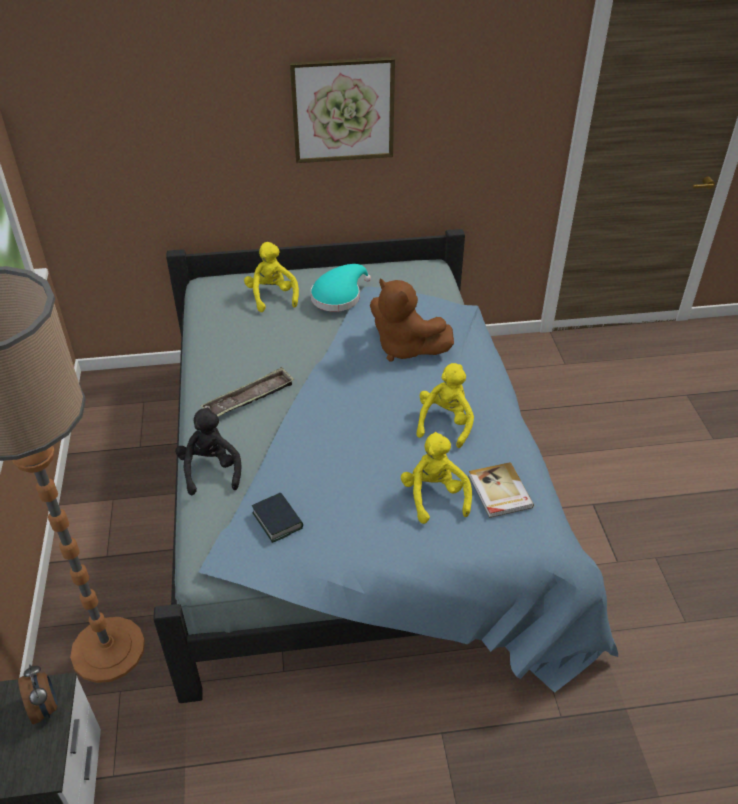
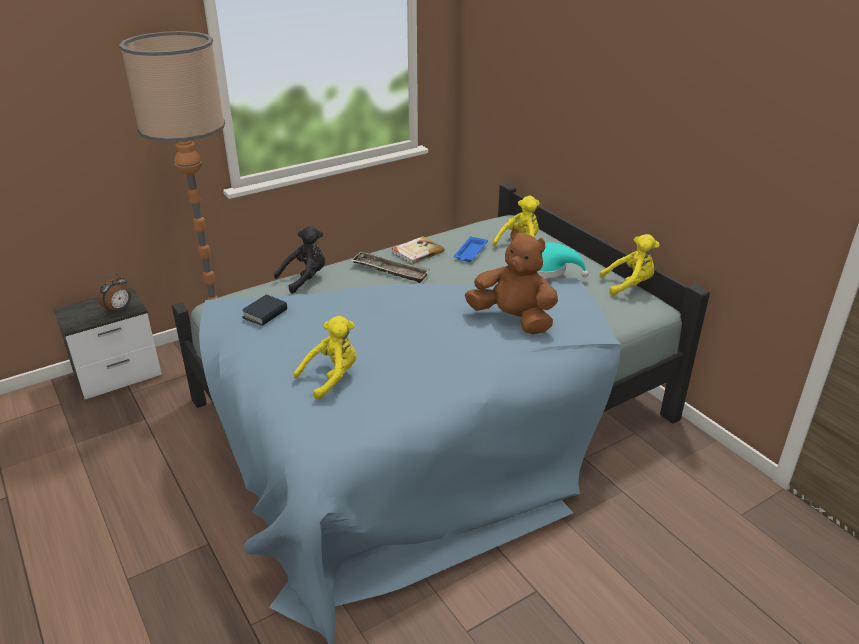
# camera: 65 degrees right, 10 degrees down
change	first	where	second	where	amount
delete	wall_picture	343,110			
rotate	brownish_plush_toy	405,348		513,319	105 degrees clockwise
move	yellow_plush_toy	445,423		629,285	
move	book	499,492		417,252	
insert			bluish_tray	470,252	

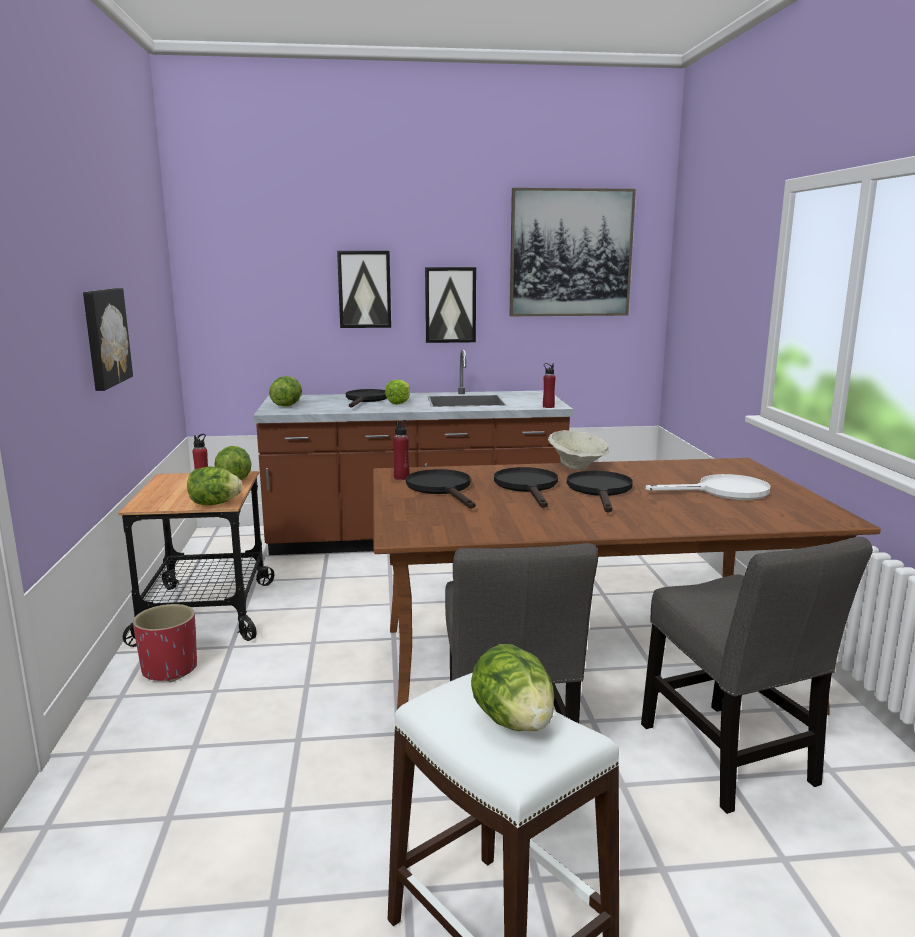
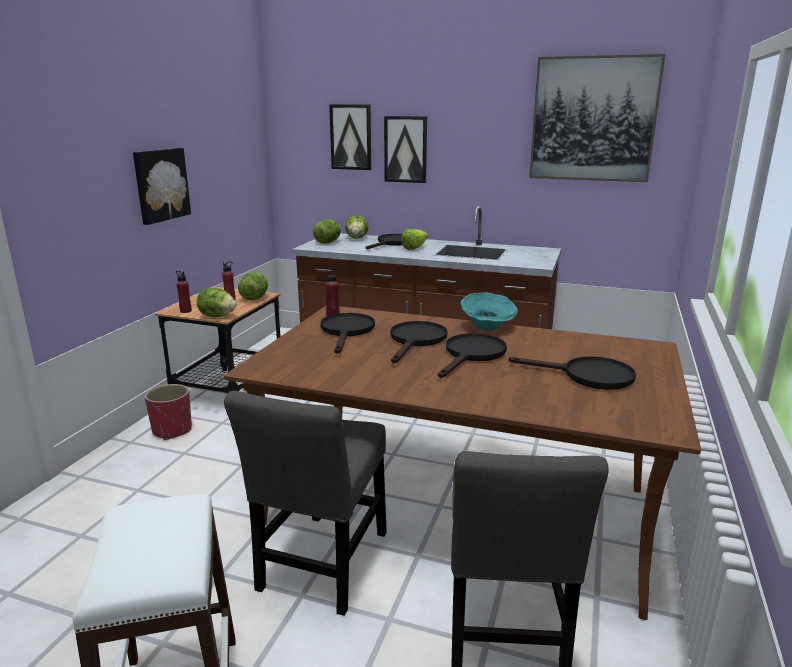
# camera: 25 degrees right, 5 degrees up
change	first	where	second	where	amount
move	wall_picture	450,305		351,137	
move	lettuce_head	514,721		357,238	
move	reddish_bottle	548,406		185,311	
recolor	beige_deep_dish	577,467	turquoise-coloured_deep_dish	487,328	
recolor	whitish_skillet	723,492	blackish_skillet	588,376	

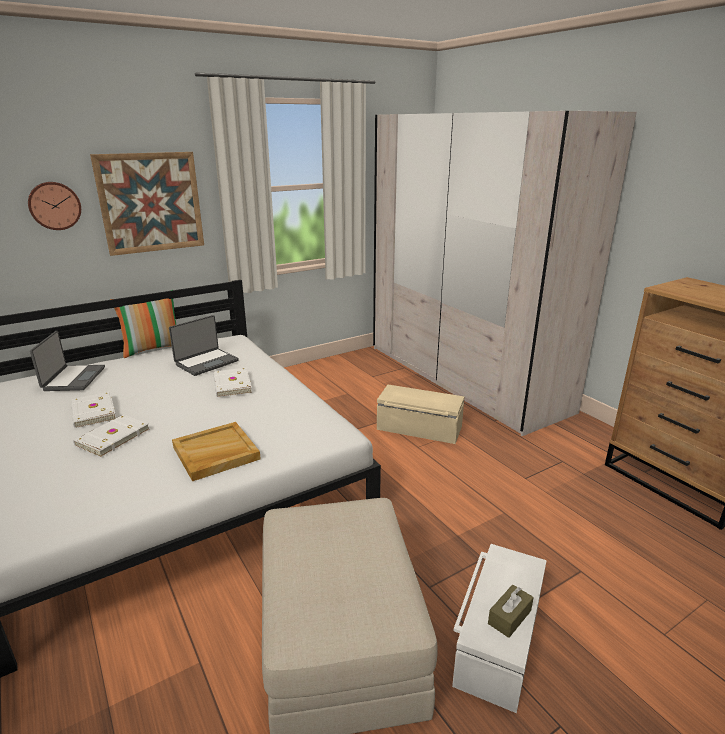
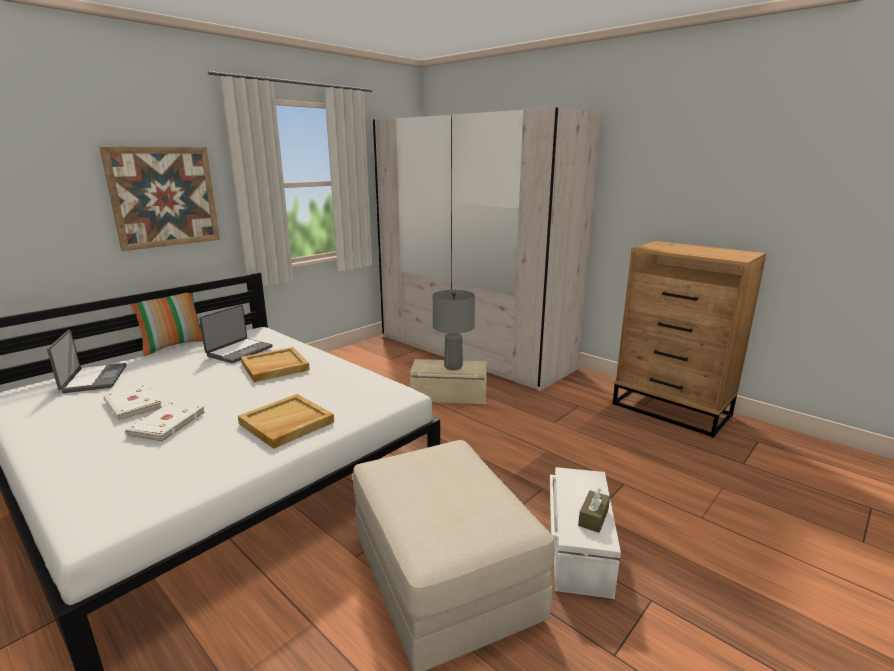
# camera: 15 degrees left, 5 degrees down
change	first	where	second	where	amount
delete	wall_clock	54,205			
replace	whitish_book	231,385	beige_tray	274,367	
insert			greyish_lamp_for_a_table	453,366	

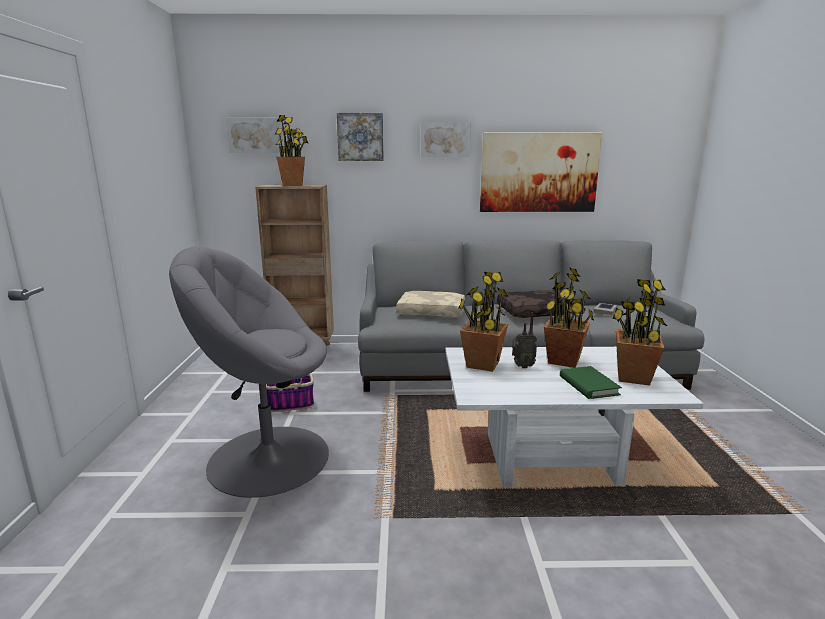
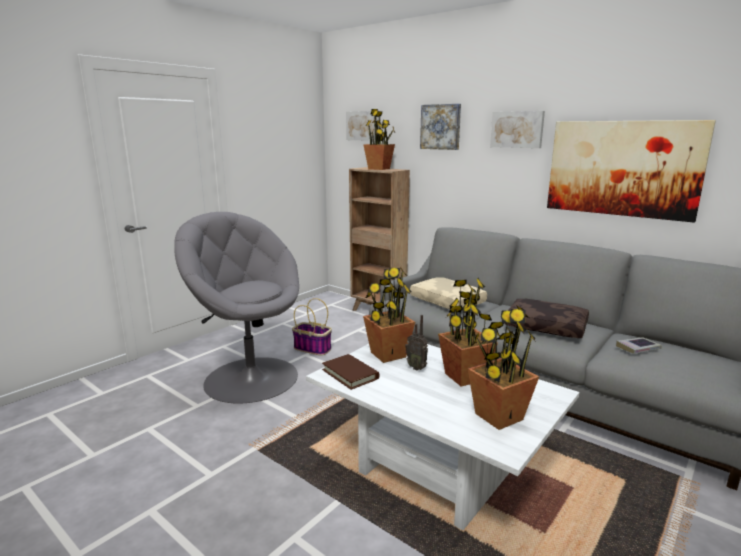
# camera: 40 degrees right, 0 degrees up
change	first	where	second	where	amount
delete	green-coloured_book	588,385			
insert			brownish_book	350,374	

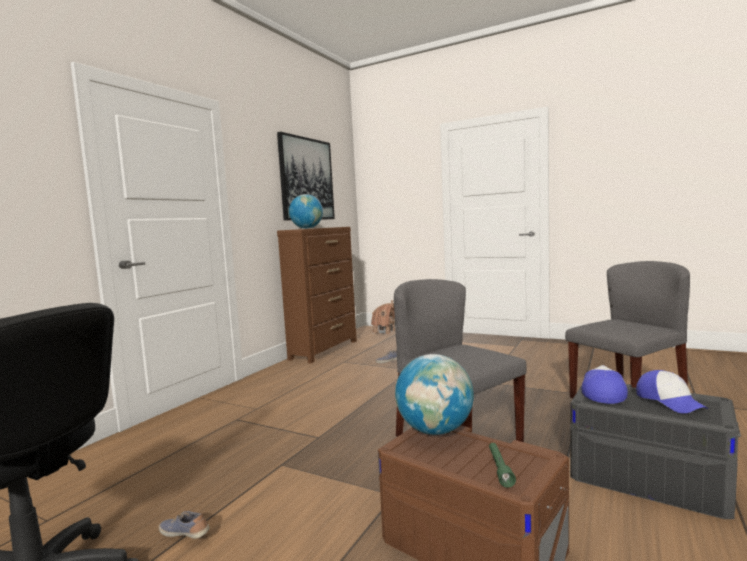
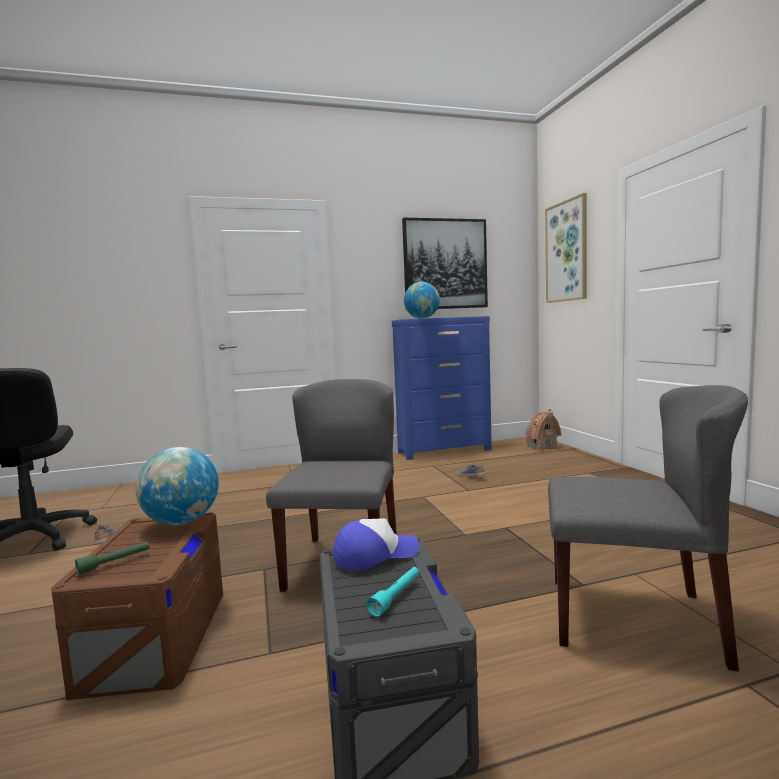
# camera: 45 degrees right, 0 degrees up
change	first	where	second	where	amount
recolor	brownish_chest_of_drawers	324,350	bluish_chest_of_drawers	445,451	
replace	peaked_cap	669,401	turquoise-coloured_flashlight	396,596	
insert			wall_picture	567,251	

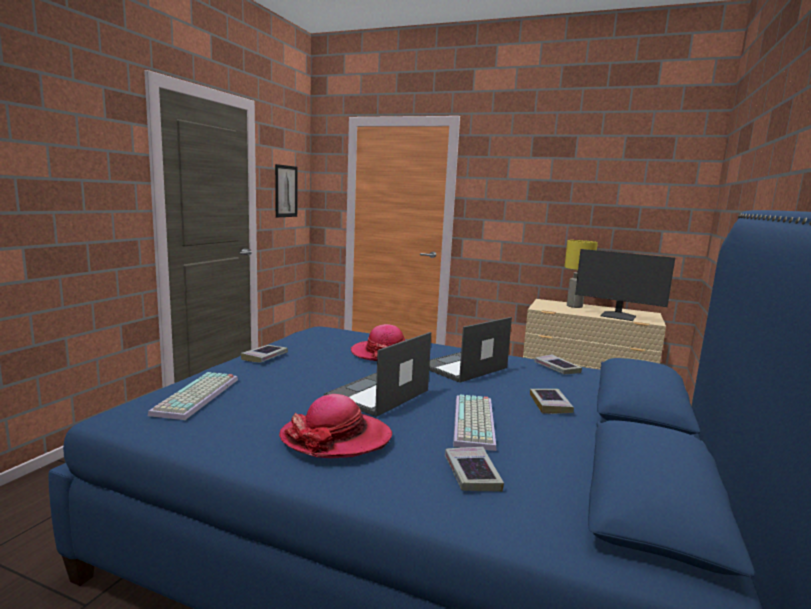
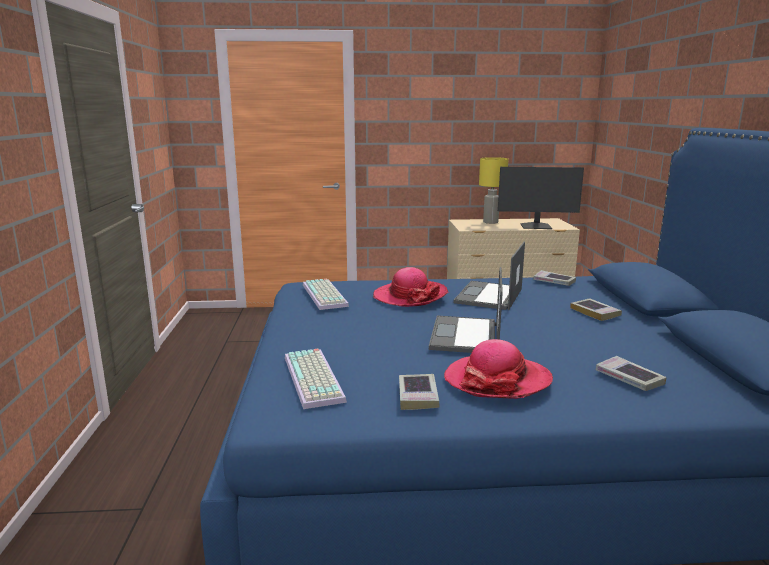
# camera: 25 degrees left, 5 degrees up
change	first	where	second	where	amount
move	book	265,357		418,396	
delete	wall_picture	286,191			
move	PC_keyboard	476,423		326,295	

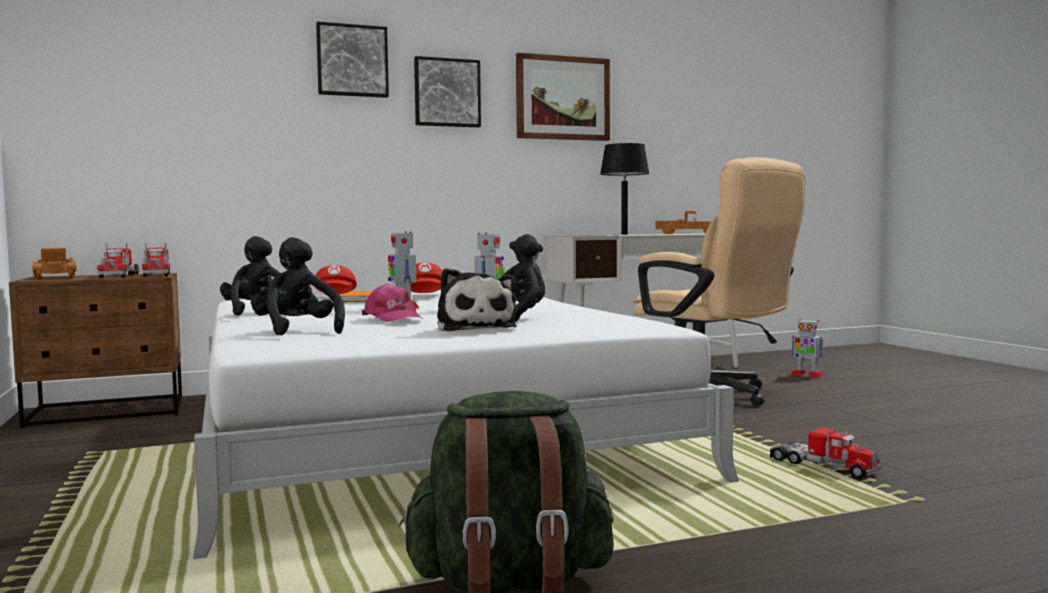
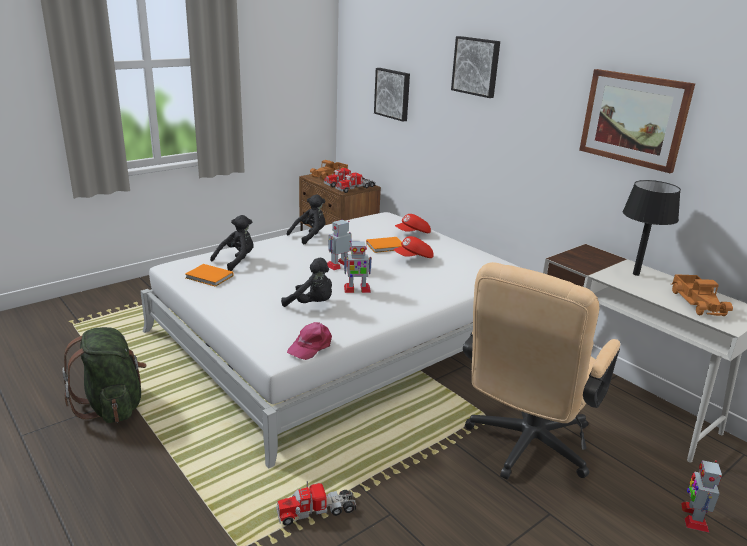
# camera: 70 degrees right, 20 degrees up
change	first	where	second	where	amount
move	pinkish_peaked_cap	392,318		310,346	
move	wall_picture	447,93		393,94	
delete	plush_toy	475,328			
rotate	toy_lorry	822,466		316,511	45 degrees clockwise
insert			orange-coloured_book	210,277	

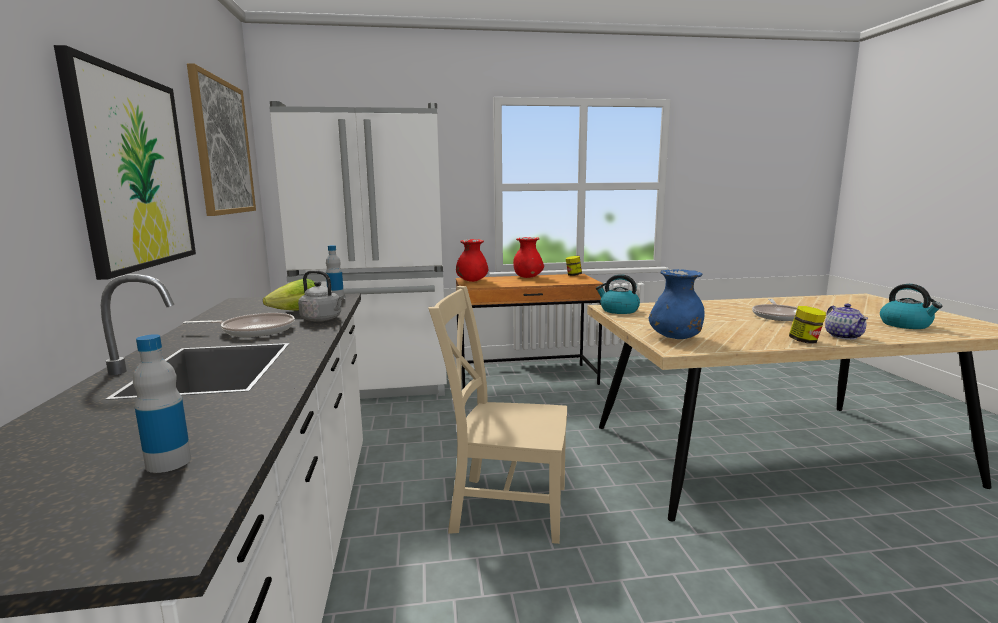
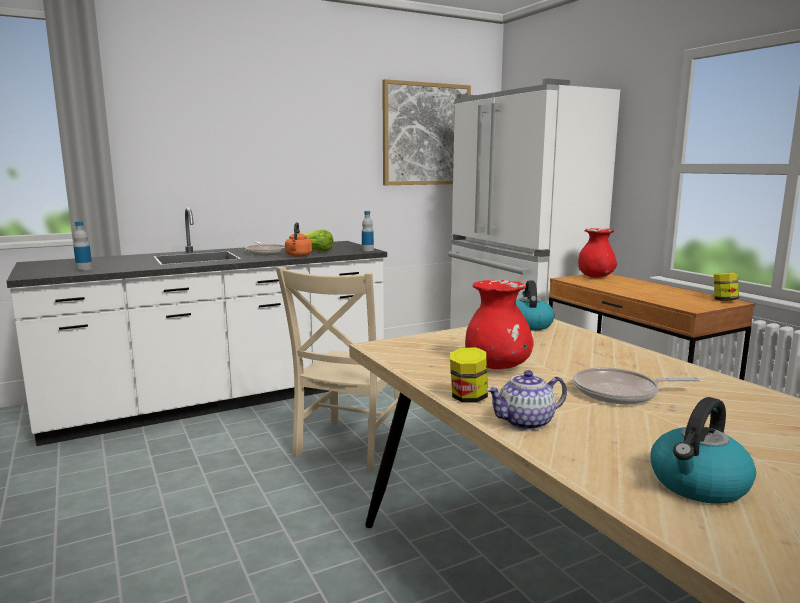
# camera: 70 degrees right, 0 degrees up
change	first	where	second	where	amount
delete	wall_picture	134,171			
recolor	greyish_kettle	323,319	orange-coloured_kettle	298,256	
rotate	beige_plain_chair	504,507		347,445	150 degrees counterclockwise
move	reddish_decorative_vase	528,277		498,367	
delete	bluish_decorative_vase	675,338			

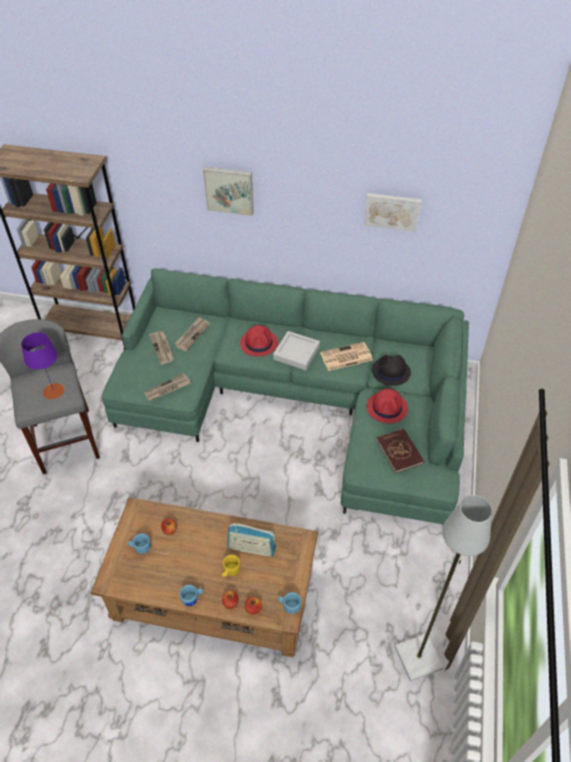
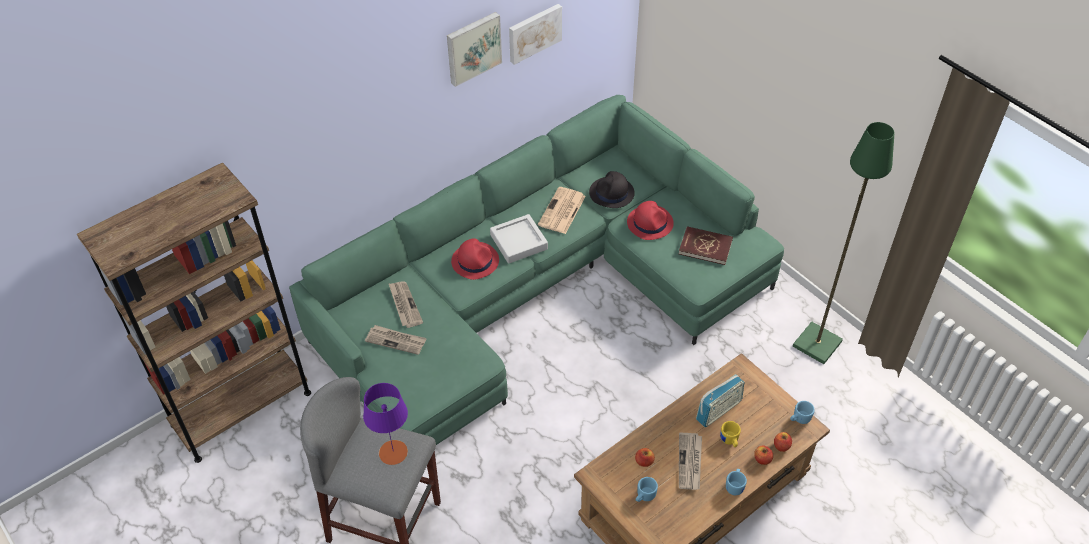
# camera: 50 degrees left, 0 degrees up
change	first	where	second	where	amount
move	newspaper	167,389		690,462	
move	wall_picture	229,190		473,47	
delete	greyish_standard_lamp	419,658			
insert			green-coloured_standard_lamp	817,345	

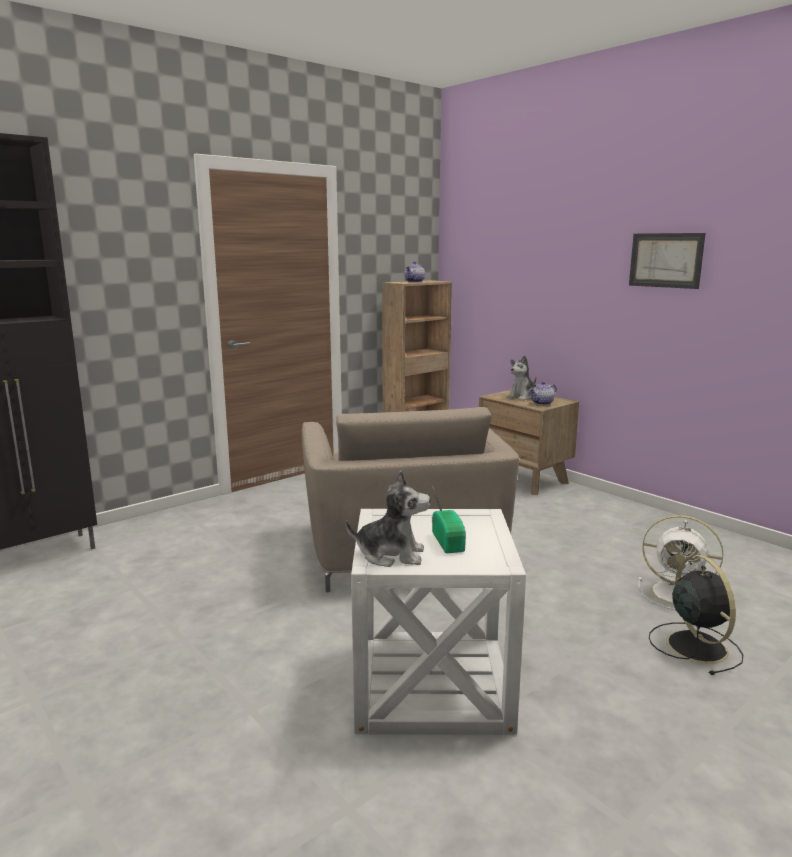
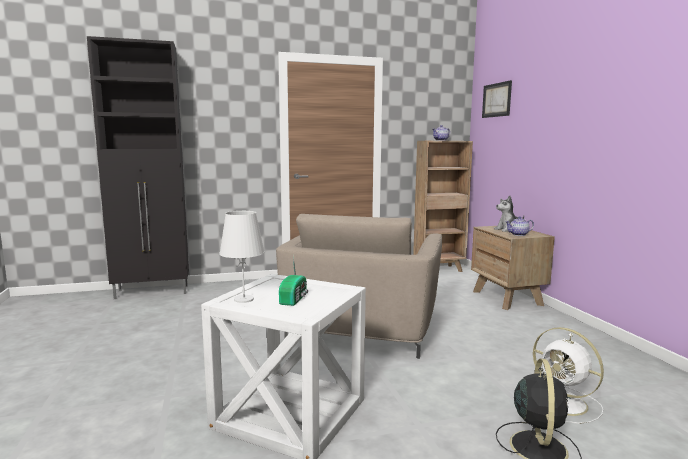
# camera: 25 degrees right, 5 degrees down
change	first	where	second	where	amount
replace	plush_toy	391,555	whitish_lamp_for_a_table	244,299	
move	wall_picture	666,260		496,100	

